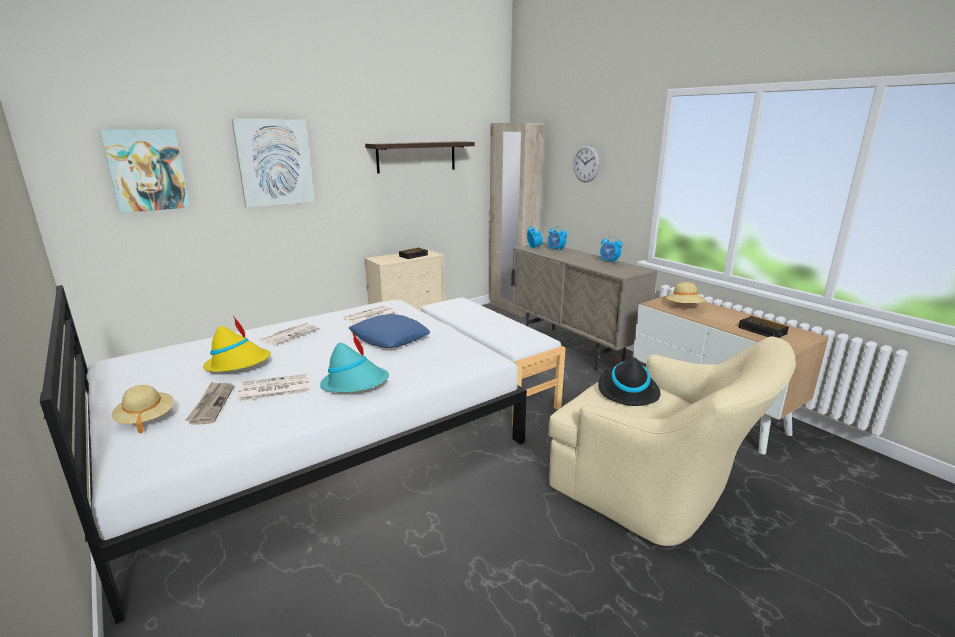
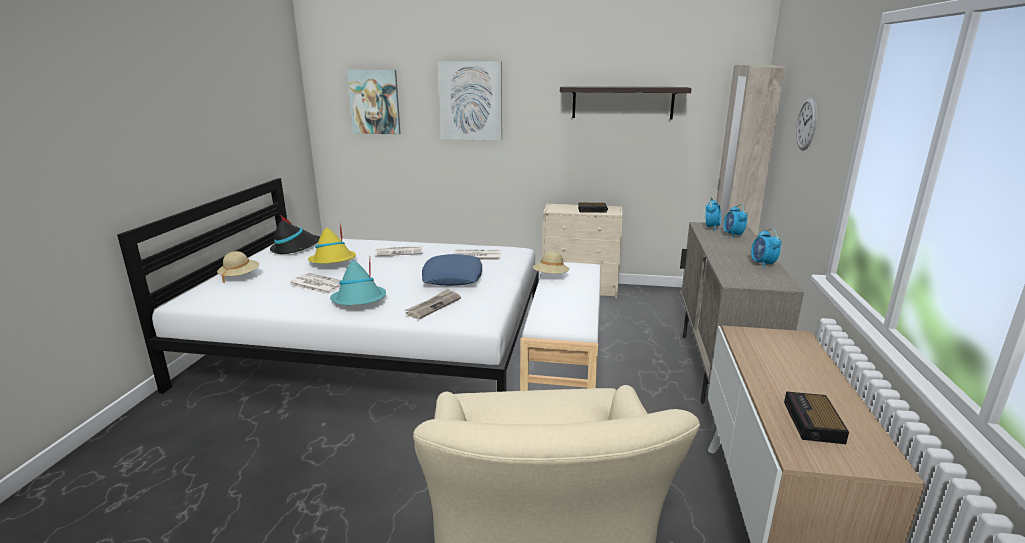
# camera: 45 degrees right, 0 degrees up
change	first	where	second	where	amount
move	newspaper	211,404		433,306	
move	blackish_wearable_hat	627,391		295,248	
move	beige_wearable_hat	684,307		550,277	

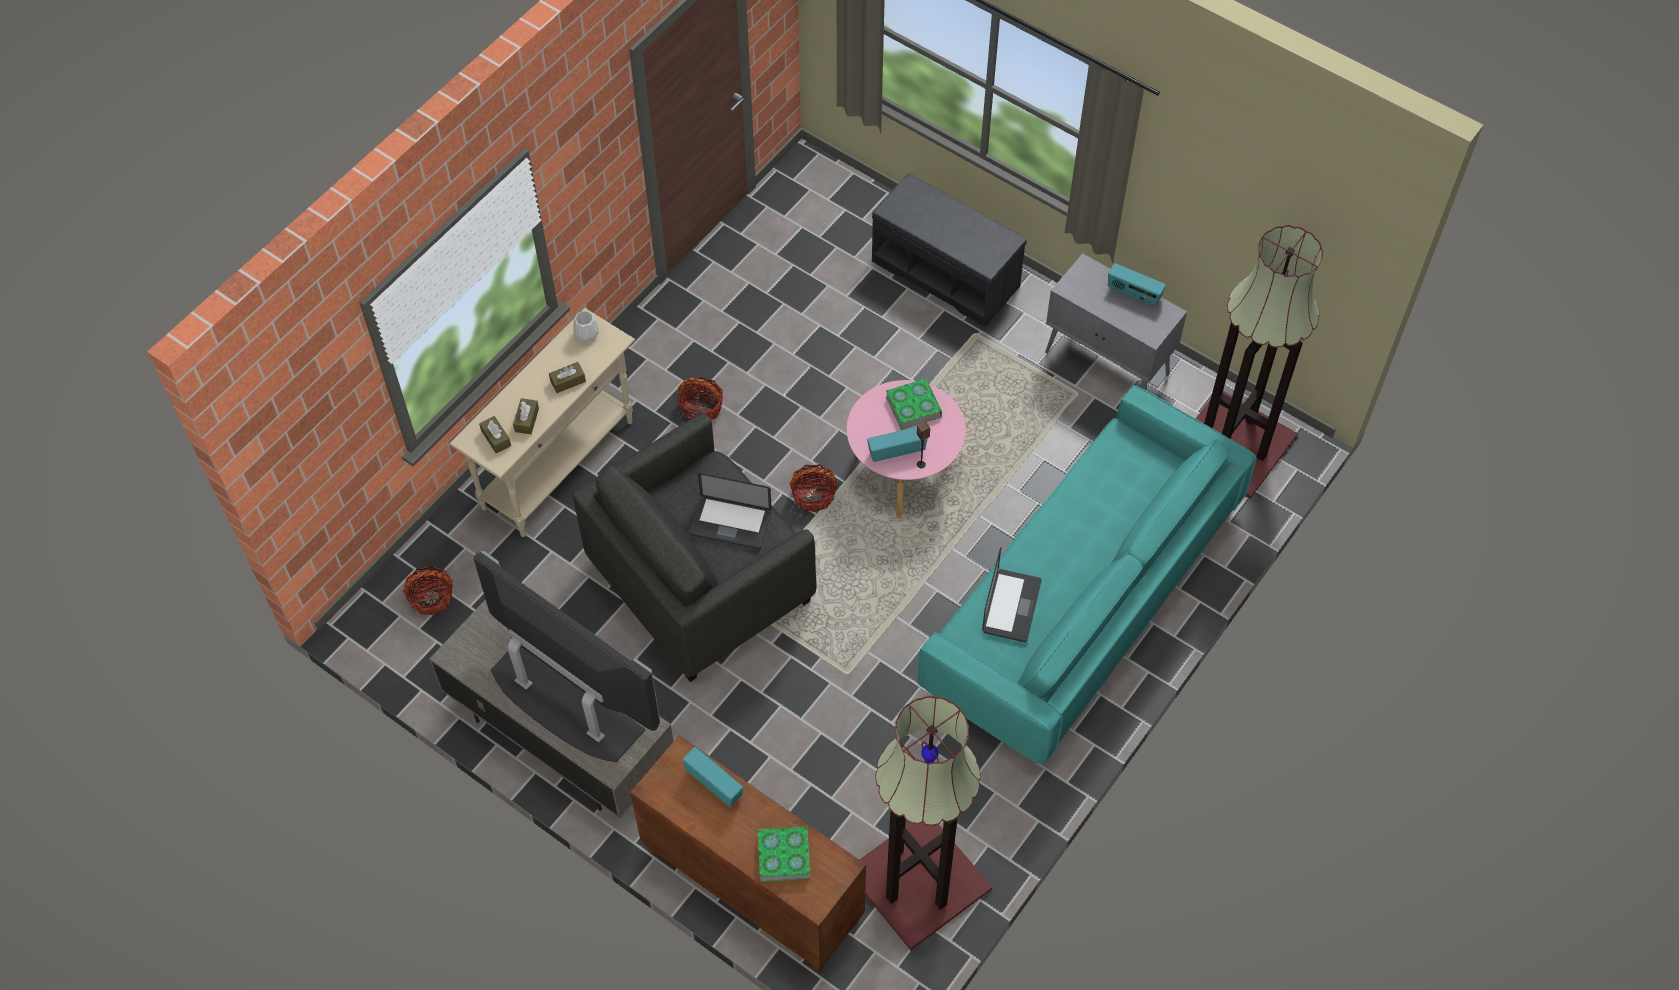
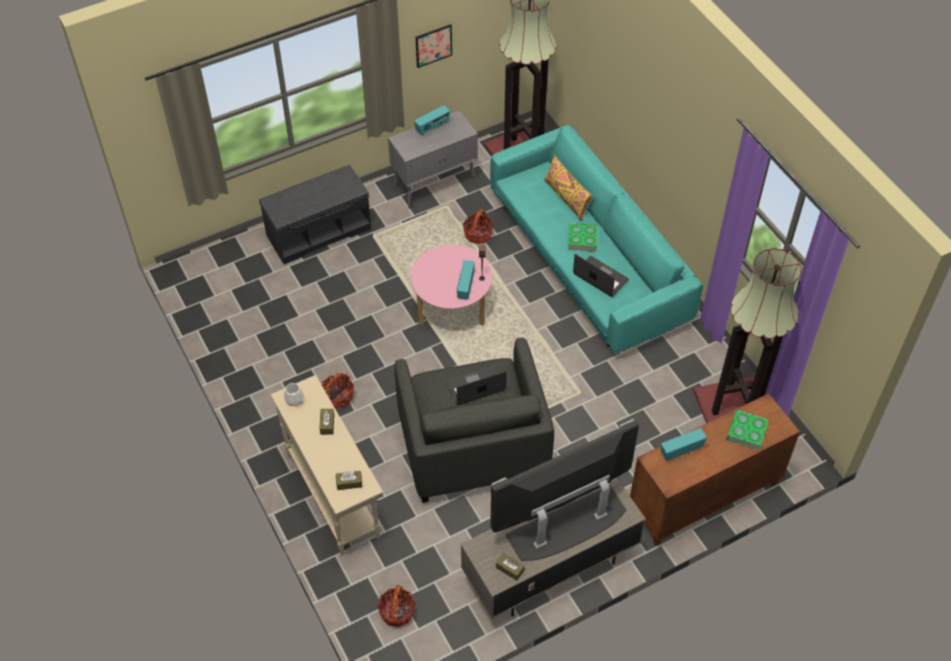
# camera: 65 degrees left, 5 degrees down
change	first	where	second	where	amount
move	brownish_tissue_holder	527,420		510,569	
rotate	laptop	730,523		475,386	150 degrees counterclockwise
move	basket	813,495		478,234	
move	book	913,407		582,239	
insert			wall_picture	433,45	
insert			yellow_pillow	566,198	

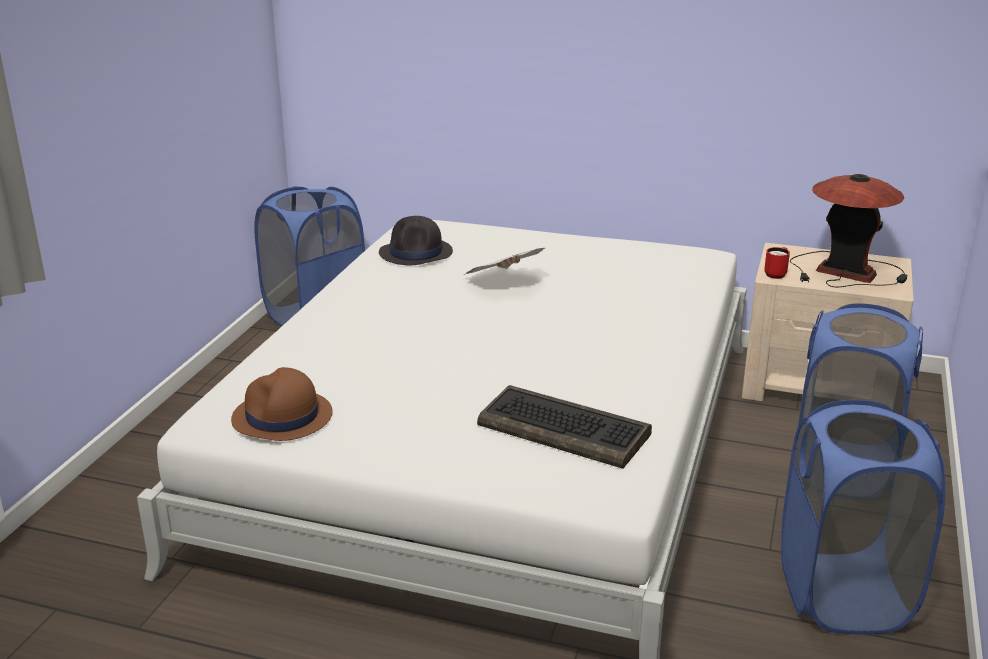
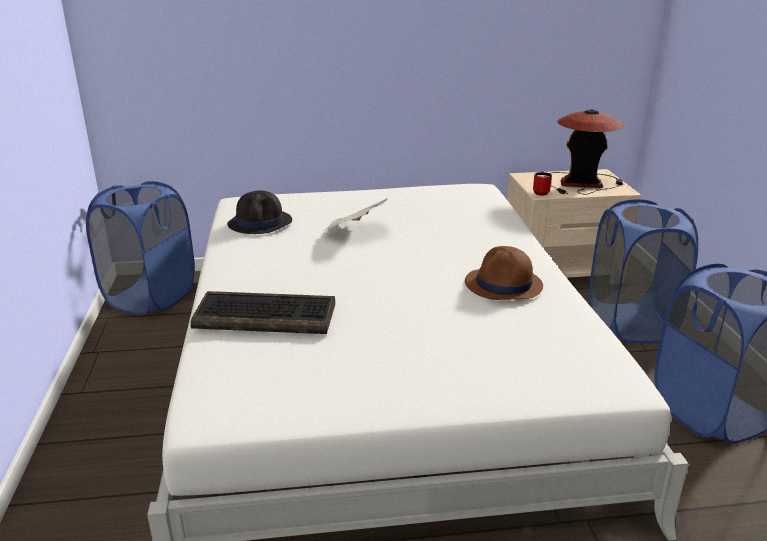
# camera: 25 degrees left, 0 degrees up
change	first	where	second	where	amount
move	brownish_wearable_hat	282,418		504,285	
move	PC_keyboard	565,429		267,315	

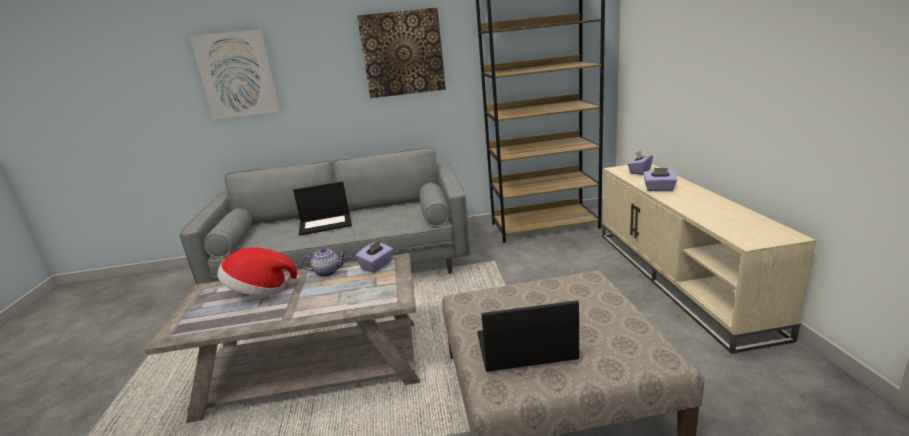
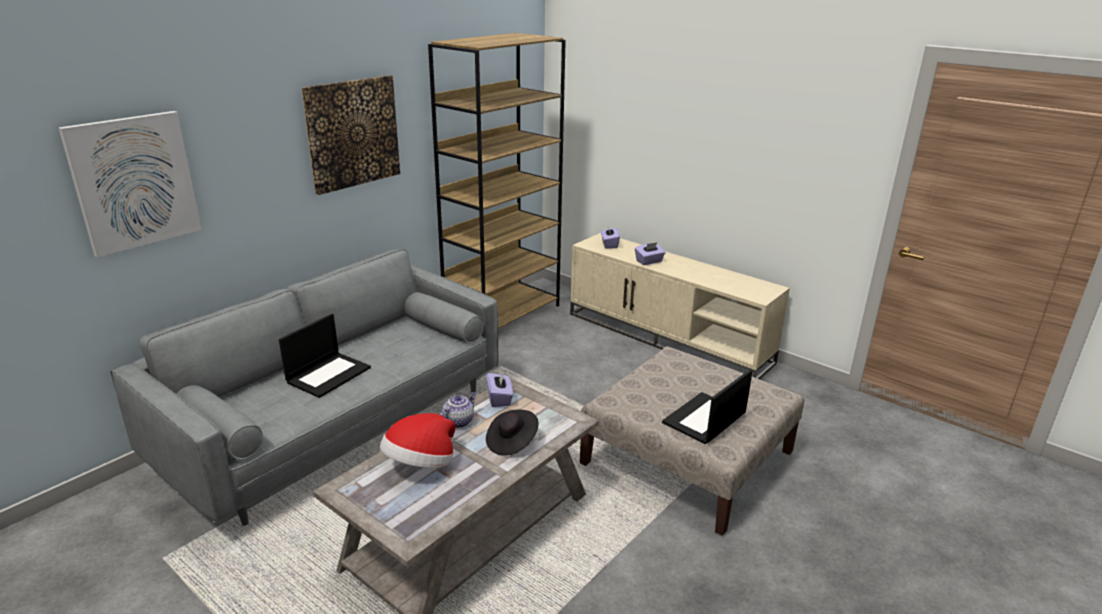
# camera: 45 degrees left, 5 degrees up
change	first	where	second	where	amount
insert			blackish_wearable_hat	511,442	

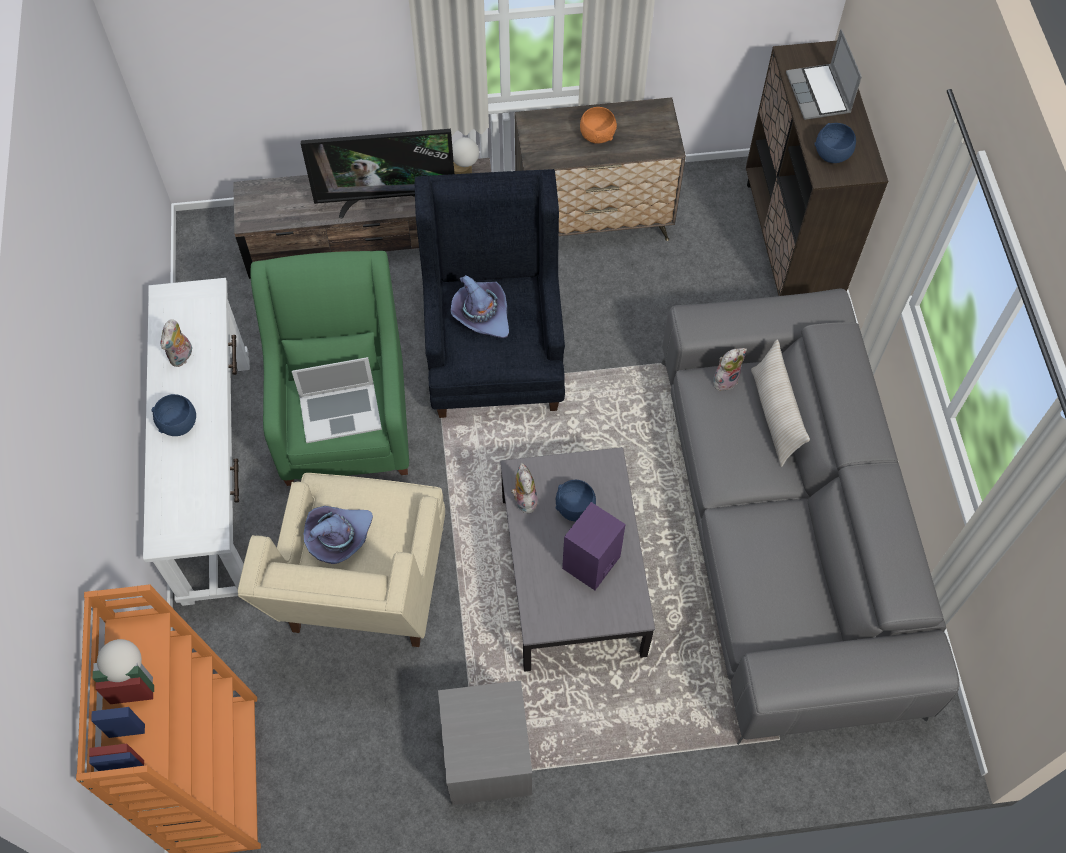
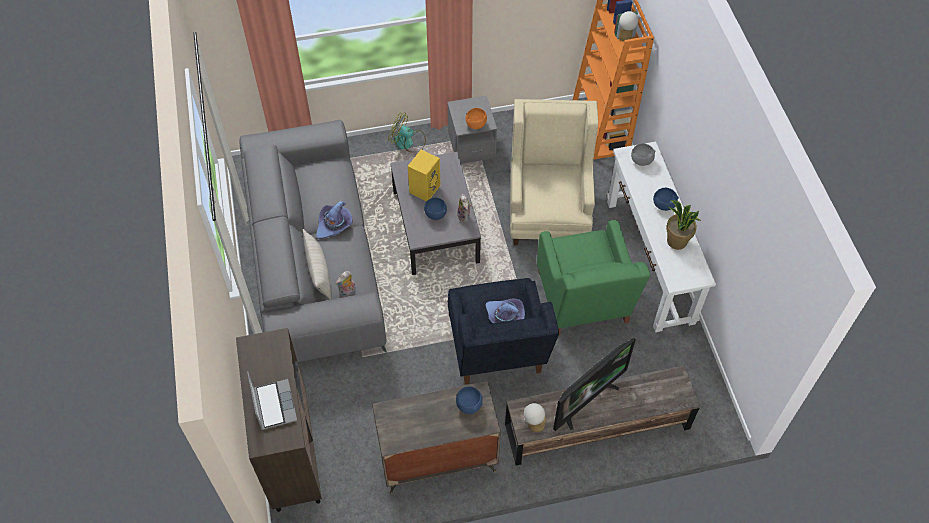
# camera: 175 degrees right, 5 degrees down
change	first	where	second	where	amount
replace	plush_toy	182,357	plant_in_a_pot	676,241	
delete	laptop	340,412			
rotate	TV_set	386,200		586,400	150 degrees clockwise
move	purple_wearable_hat	338,537		334,225	
recolor	purple_loudspeaker	591,564	yellow_loudspeaker	424,188	
move	orange-coloured_deep_dish	597,135		476,125	
move	bluish_deep_dish	832,155		469,404	
insert			electric_fan	408,142	
insert			greyish_deep_dish	641,161	

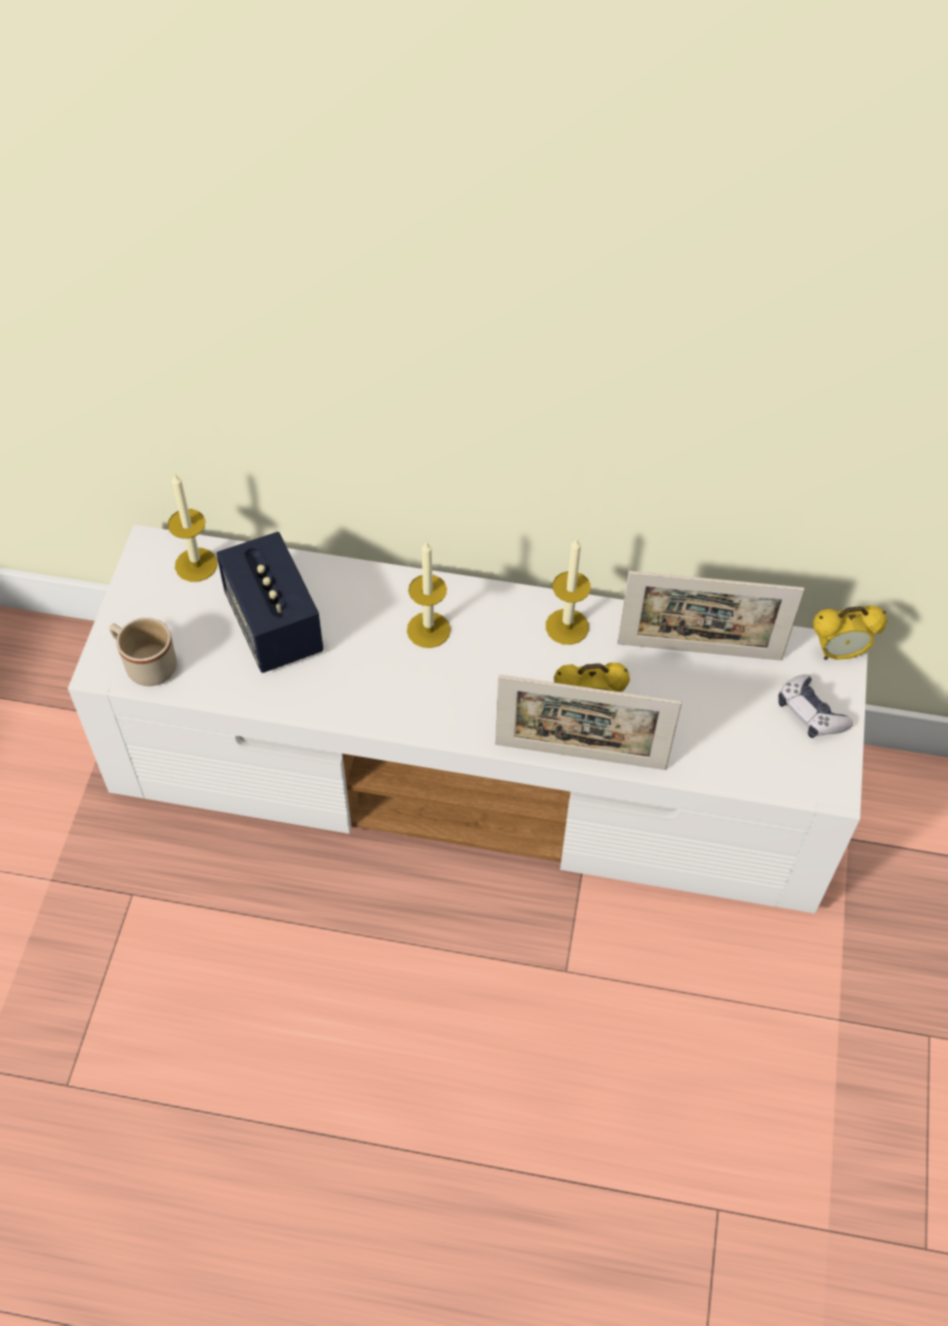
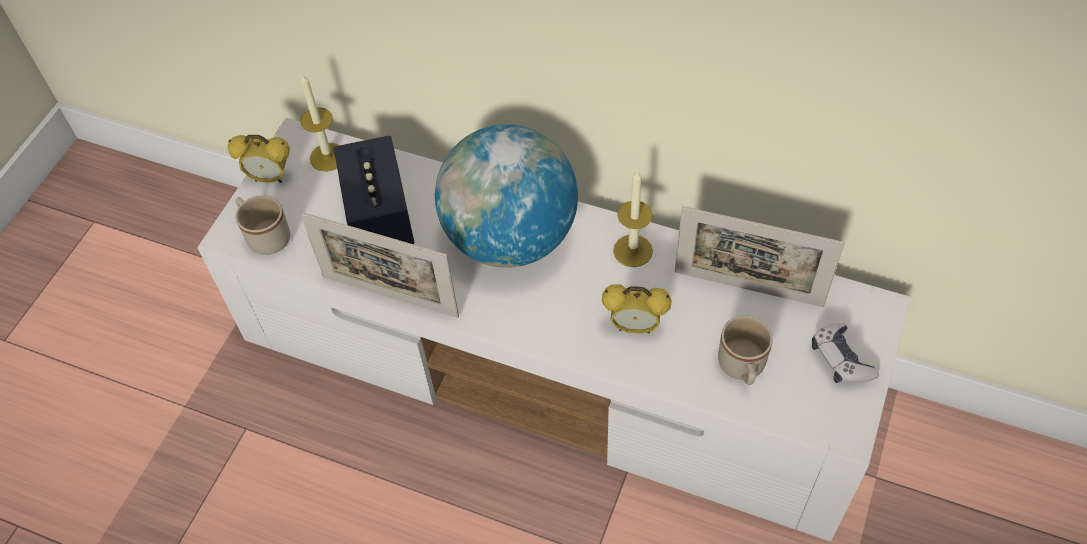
# camera: 15 degrees right, 0 degrees up
change	first	where	second	where	amount
replace	candle	428,630	desk_globe	510,237	
move	photo_frame	580,756		390,296	
move	bedside_clock	838,653		270,178	
insert			beige_mug	742,368	

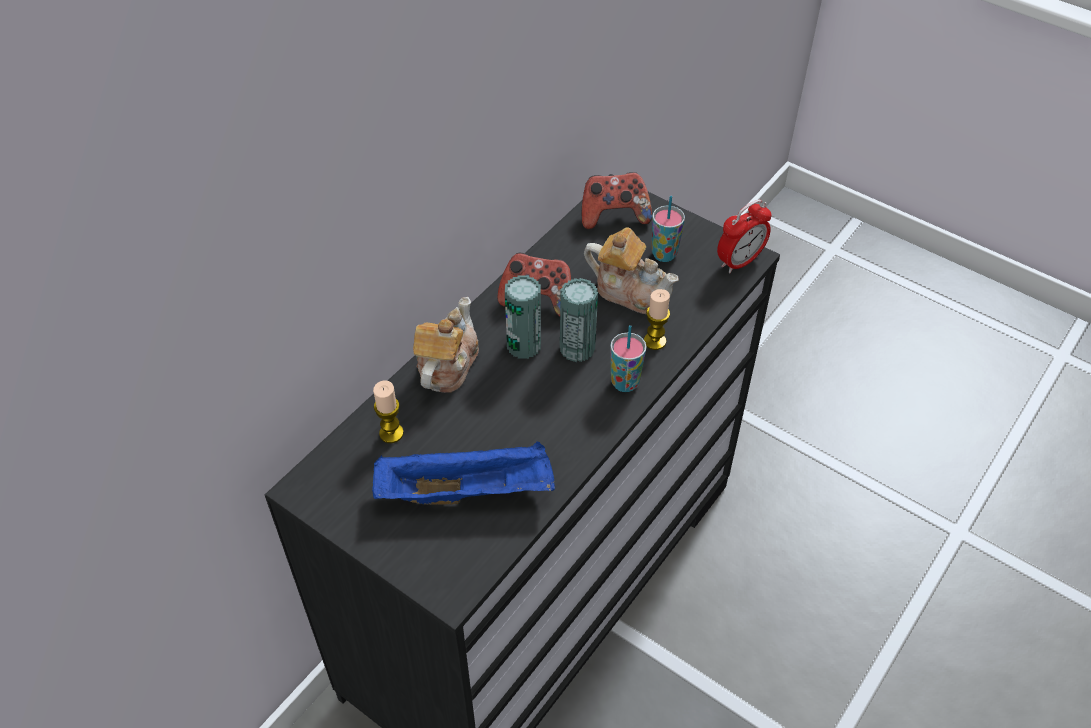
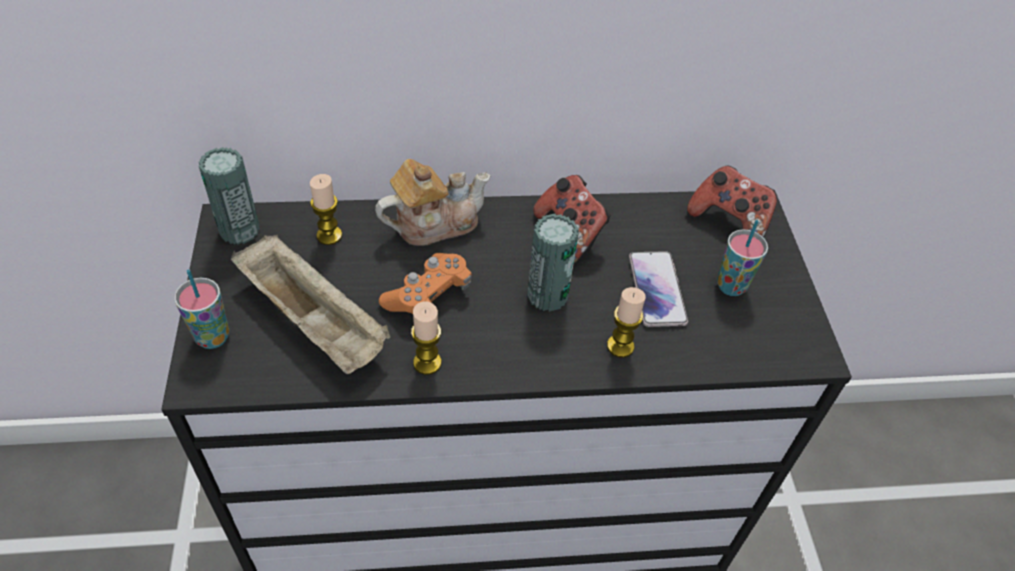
# camera: 45 degrees right, 0 degrees up
change	first	where	second	where	amount
recolor	bluish_tray	468,491	beige_tray	315,322	
move	can	524,345		239,230	
replace	pot_for_tea	630,291	telephone	657,290	
move	cup	625,383		212,337	
delete	bedside_clock	739,261			
insert			orange-coloured_game_controller	428,295	
insert			candle	427,363	

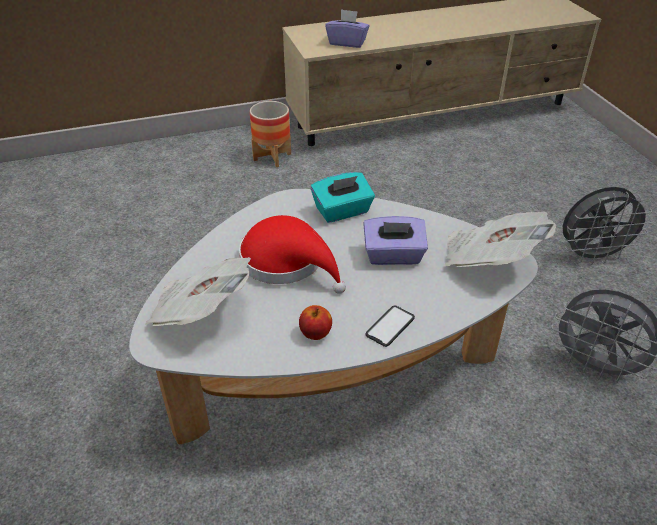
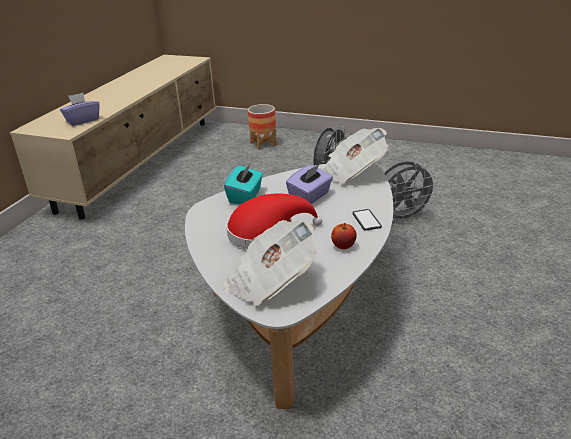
# camera: 50 degrees left, 10 degrees down
change	first	where	second	where	amount
move	flower_pot	272,157		263,144	

